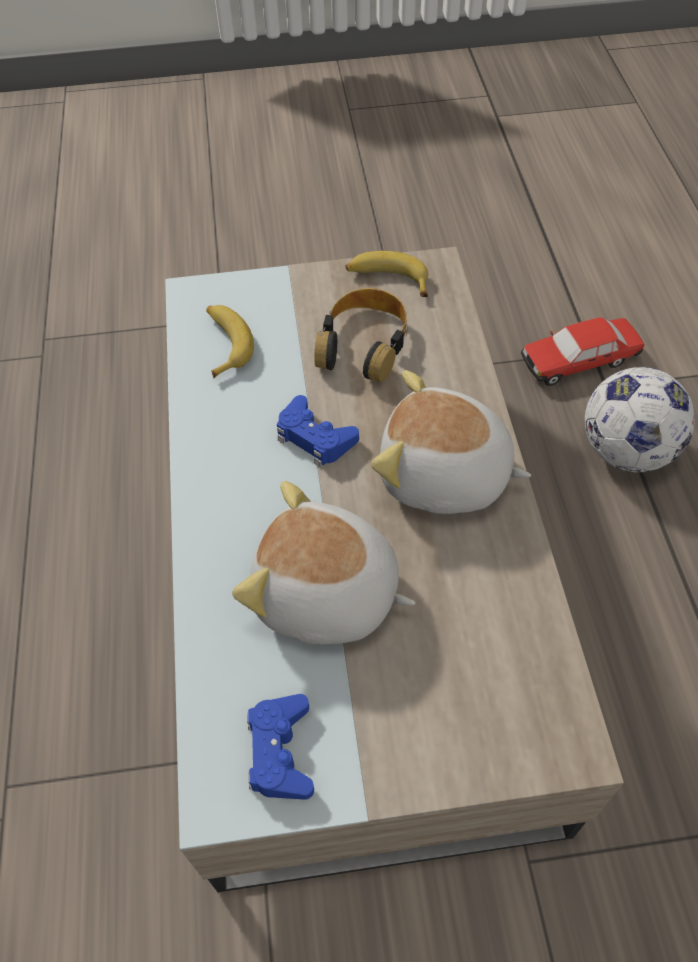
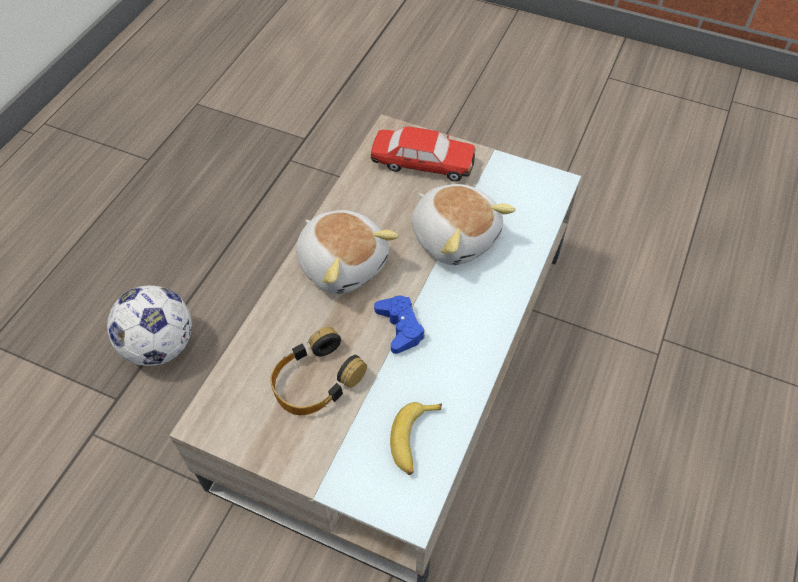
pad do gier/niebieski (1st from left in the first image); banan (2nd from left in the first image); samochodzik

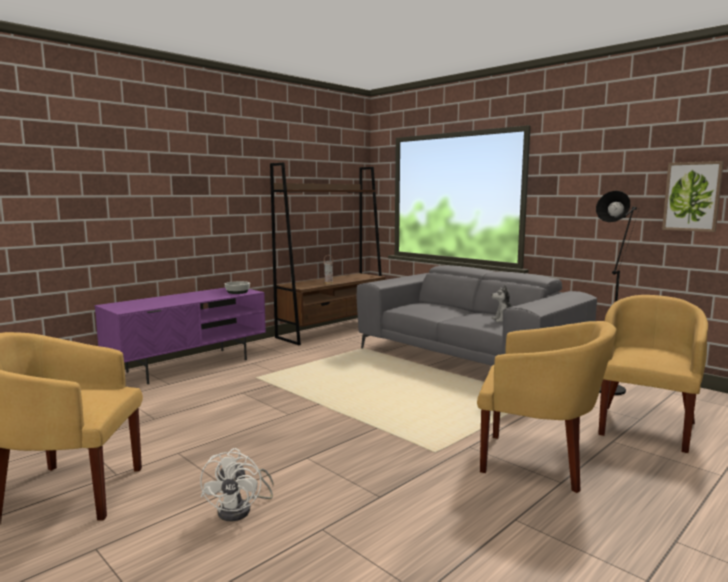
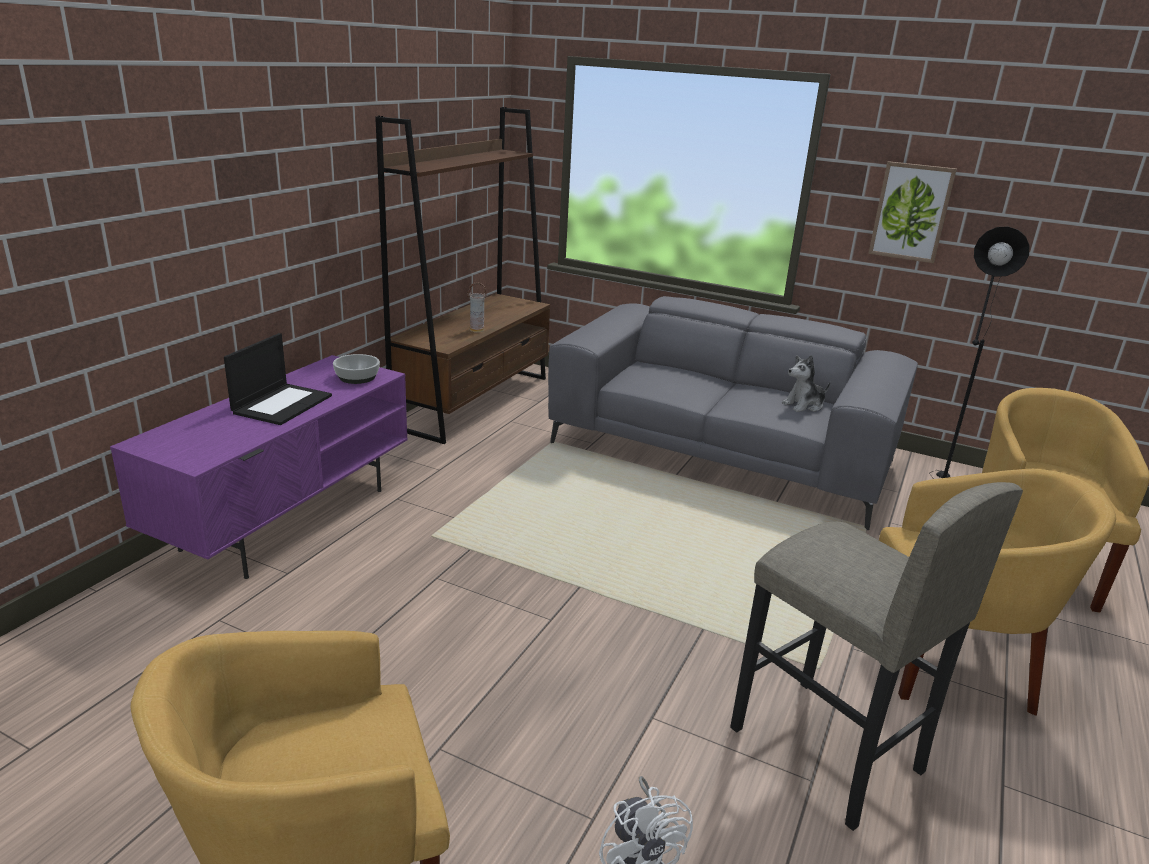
obraz; laptop; stołek/szary

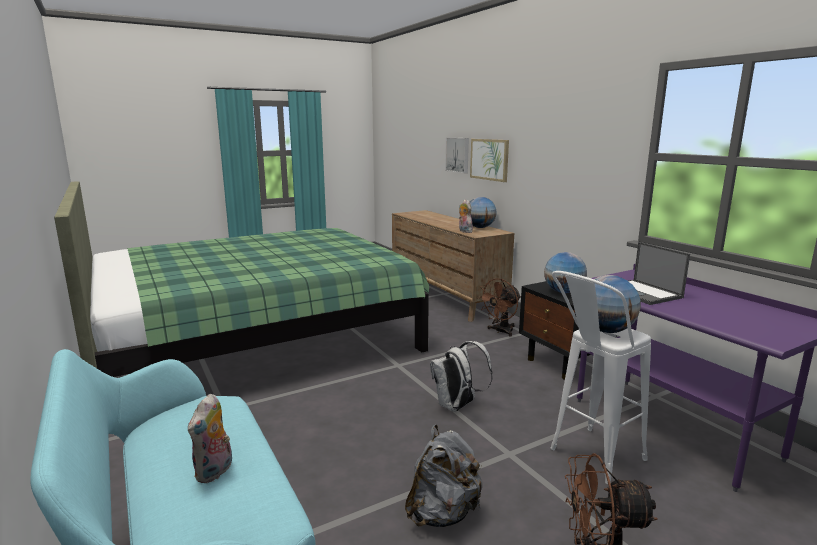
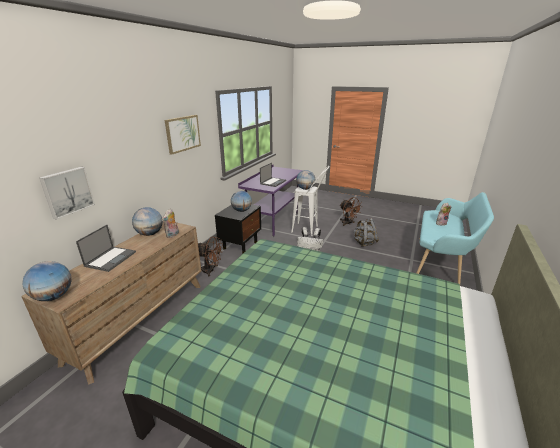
obraz (2nd from left); globus (1st from left); laptop (1st from left)

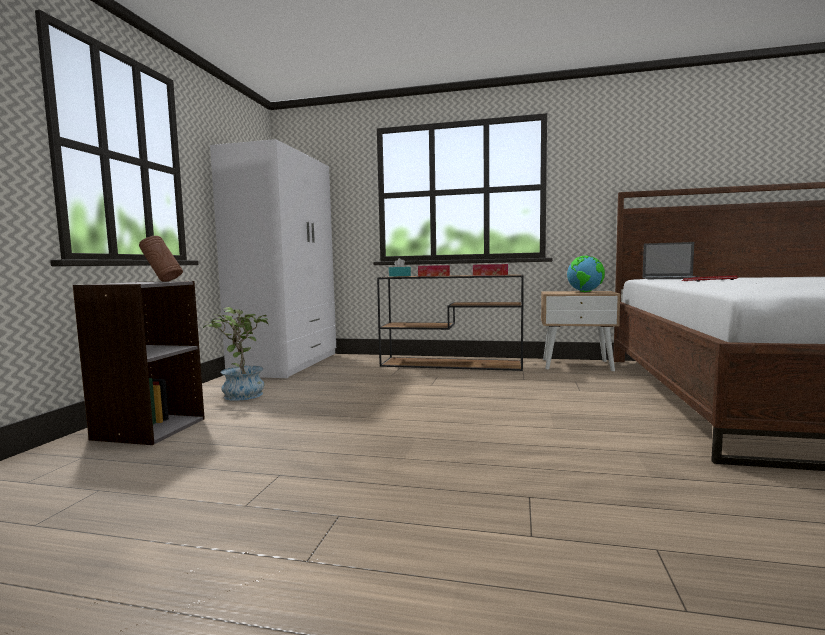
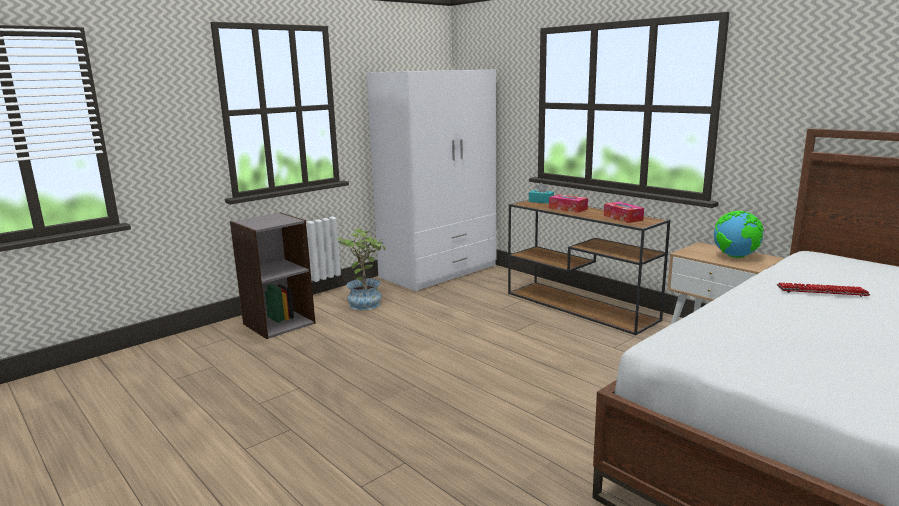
wazon/brązowy; laptop

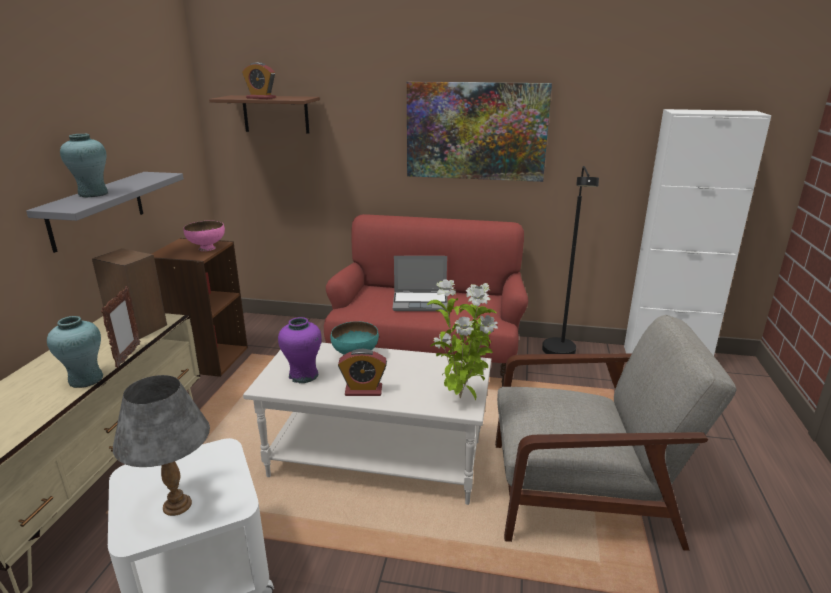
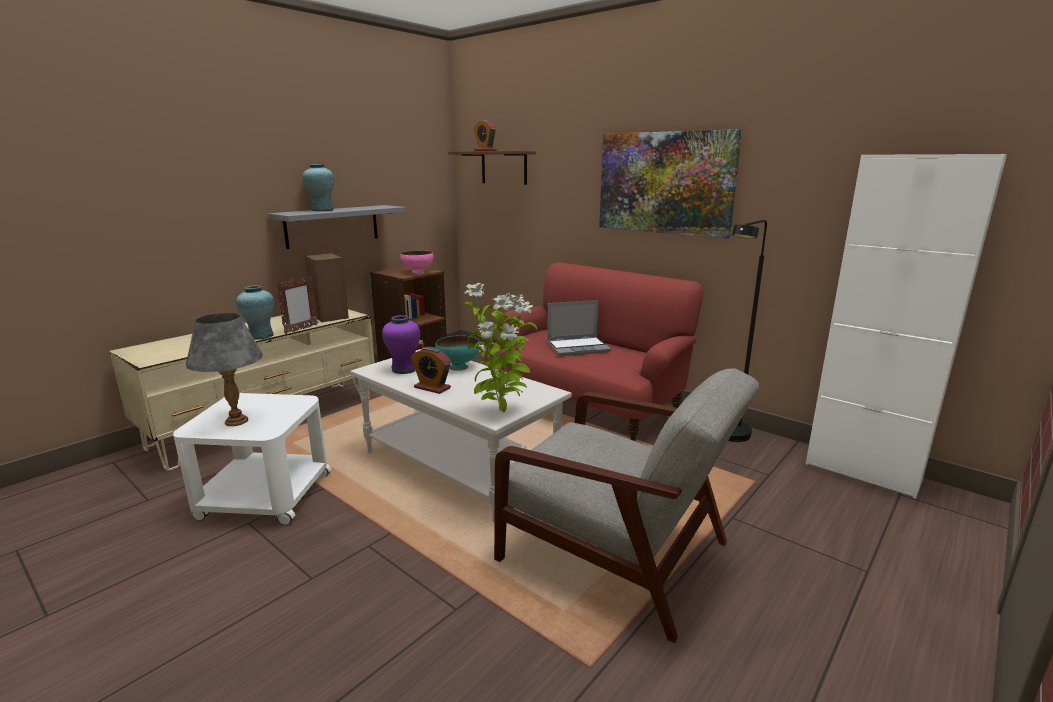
laptop

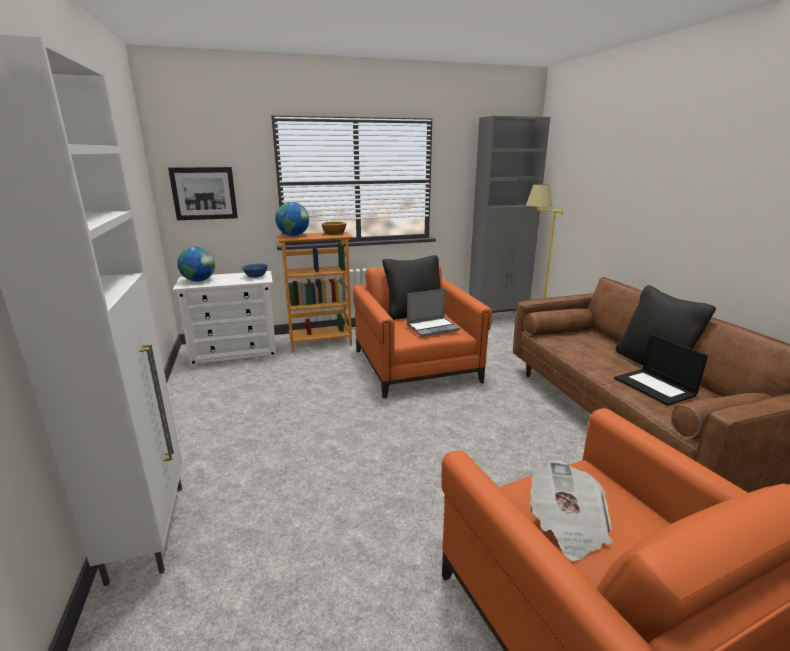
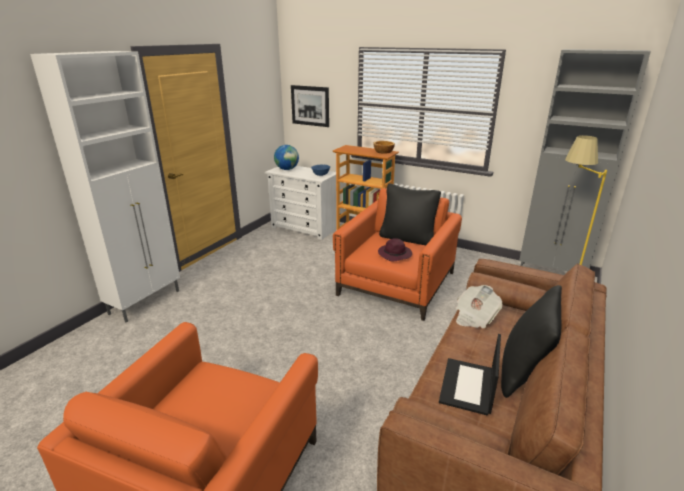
globus (2nd from left in the first image); kapelusz/fioletowy; gazeta

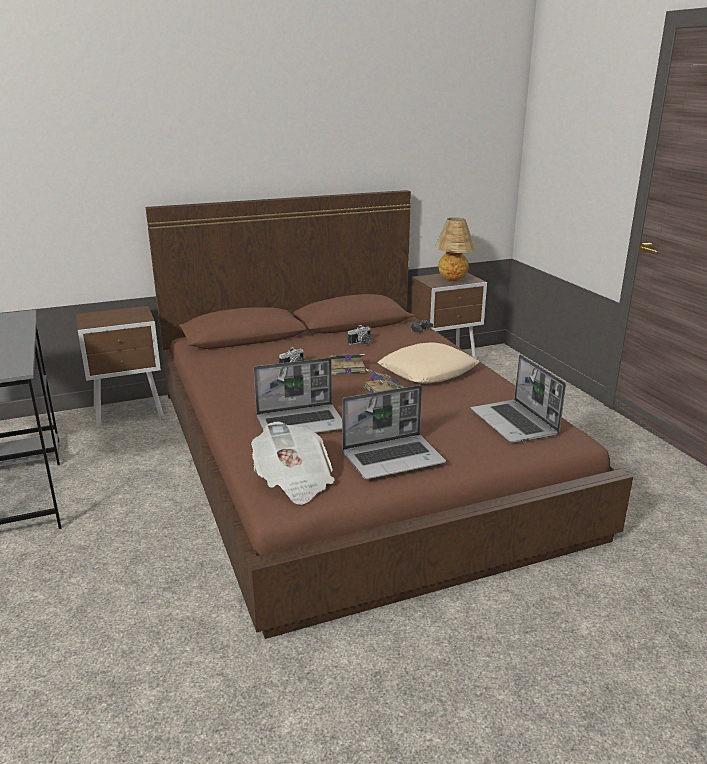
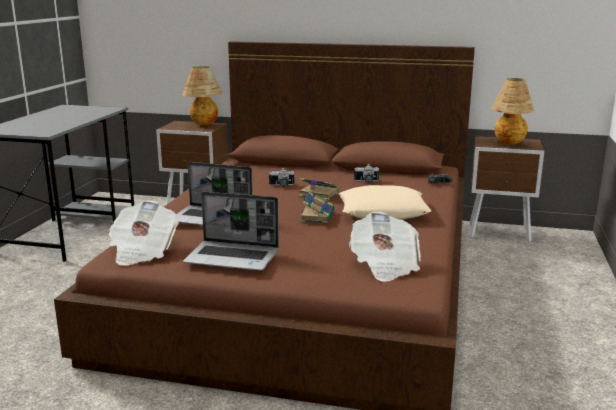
gazeta (2nd from left); lampa stołowa (1st from left)

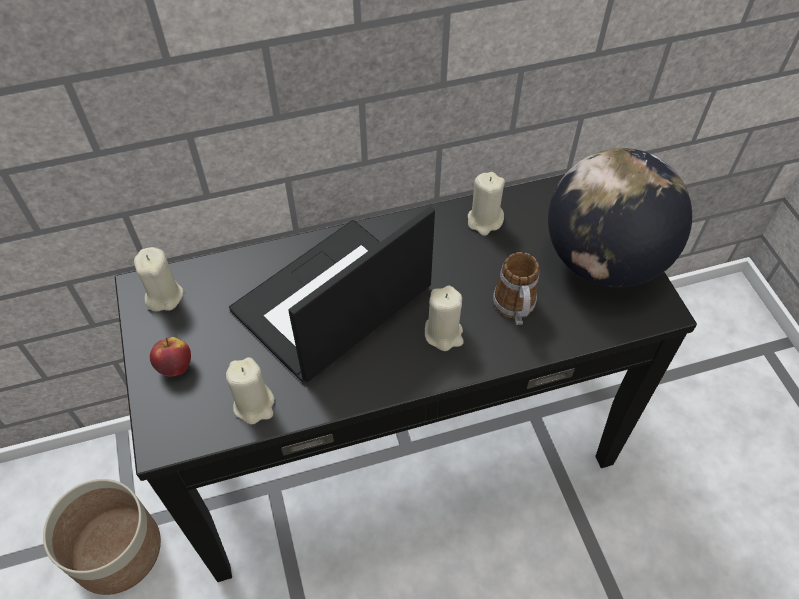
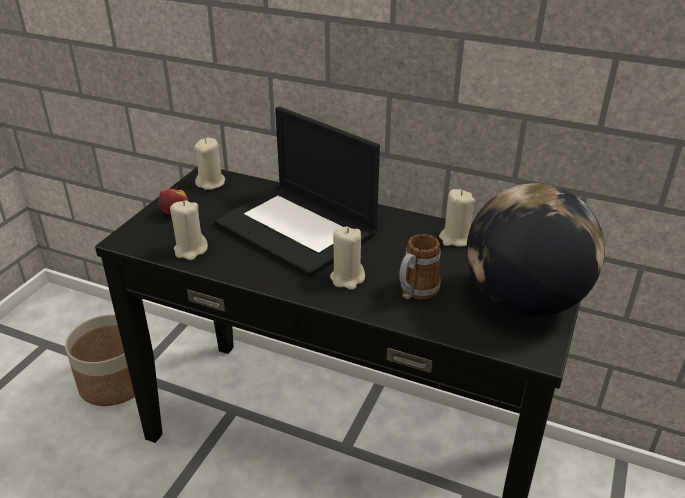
laptop

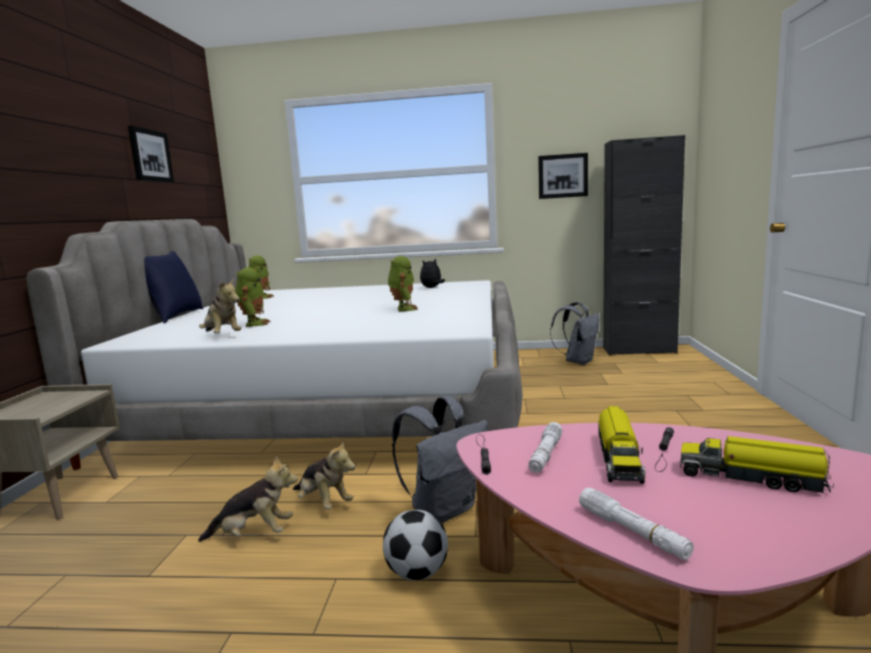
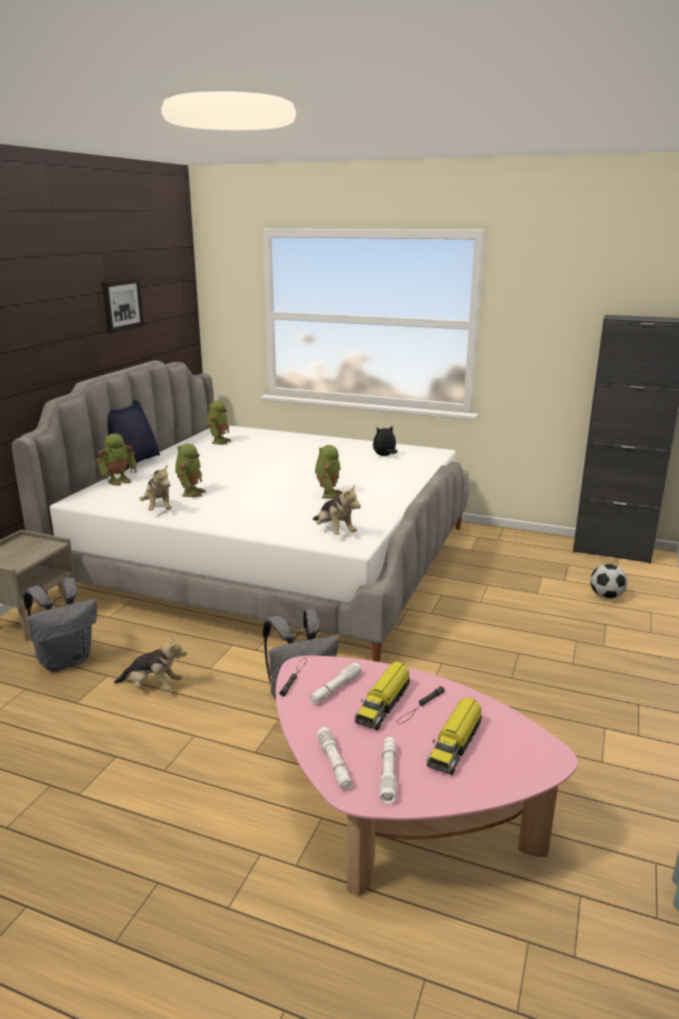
pluszak (3rd from left); piłka futbolowa; obraz (2nd from left in the first image); plecak/szary (1st from left); ciężarówka zabawkowa (2nd from left); robot zabawkowy (1st from left); latarka/biały (3rd from left)

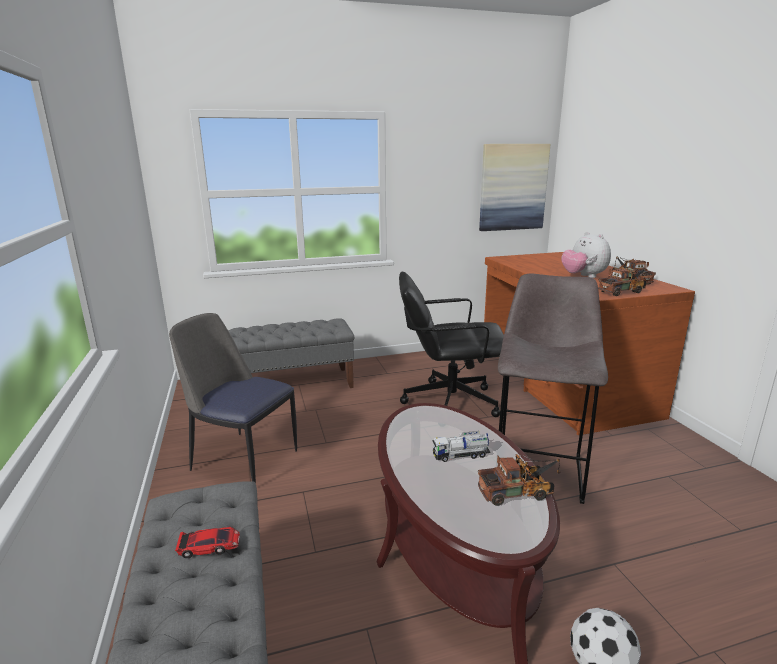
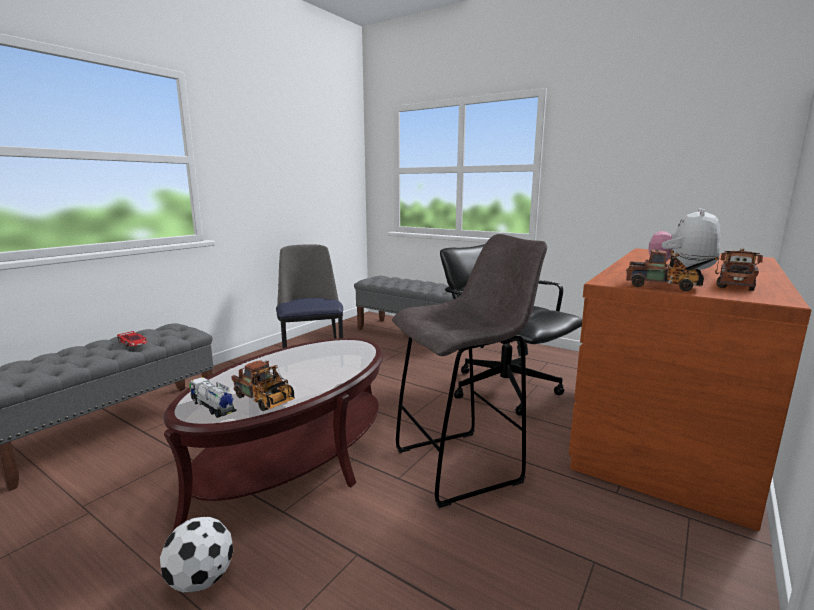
ciężarówka zabawkowa (1st from left); obraz

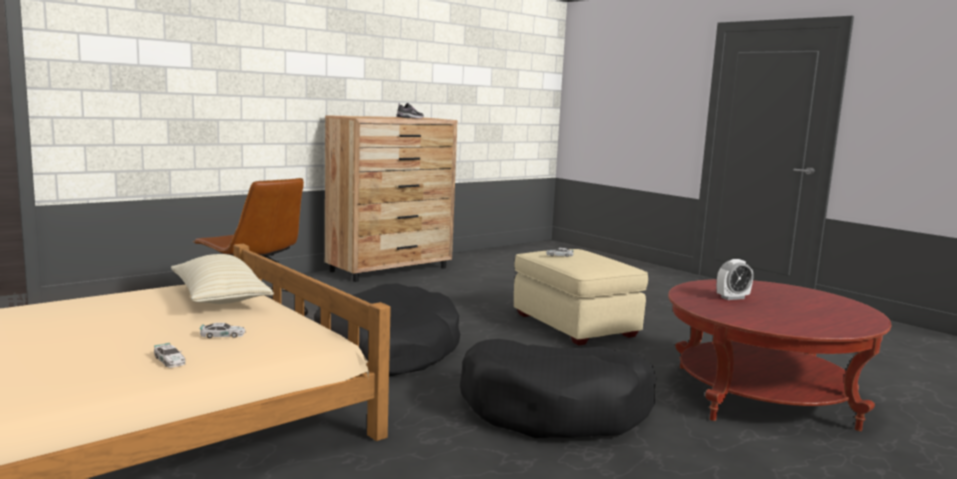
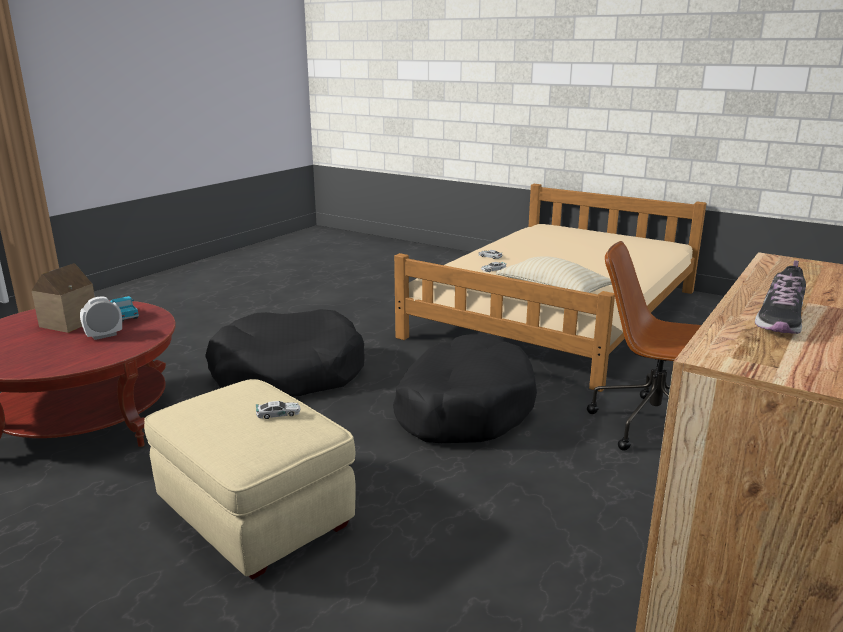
domek; ciężarówka zabawkowa

